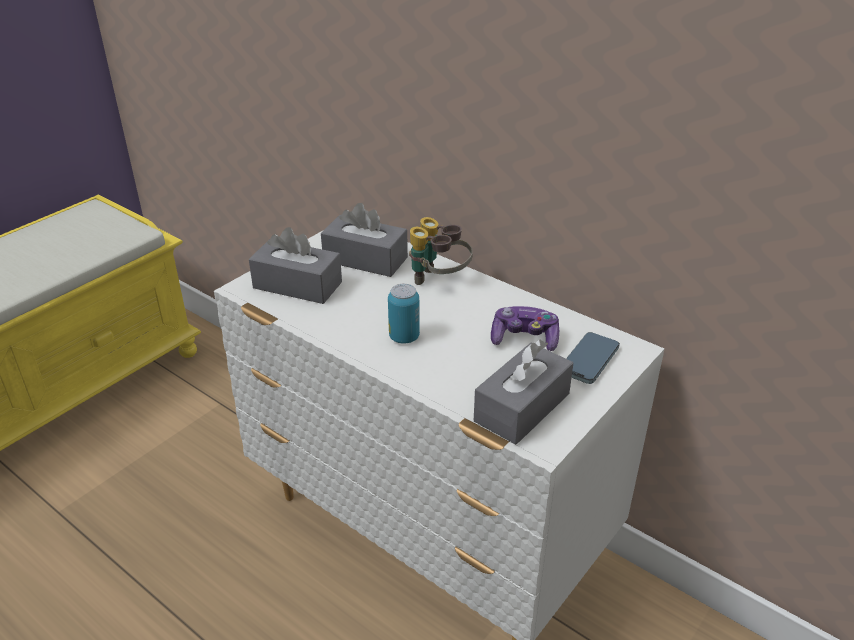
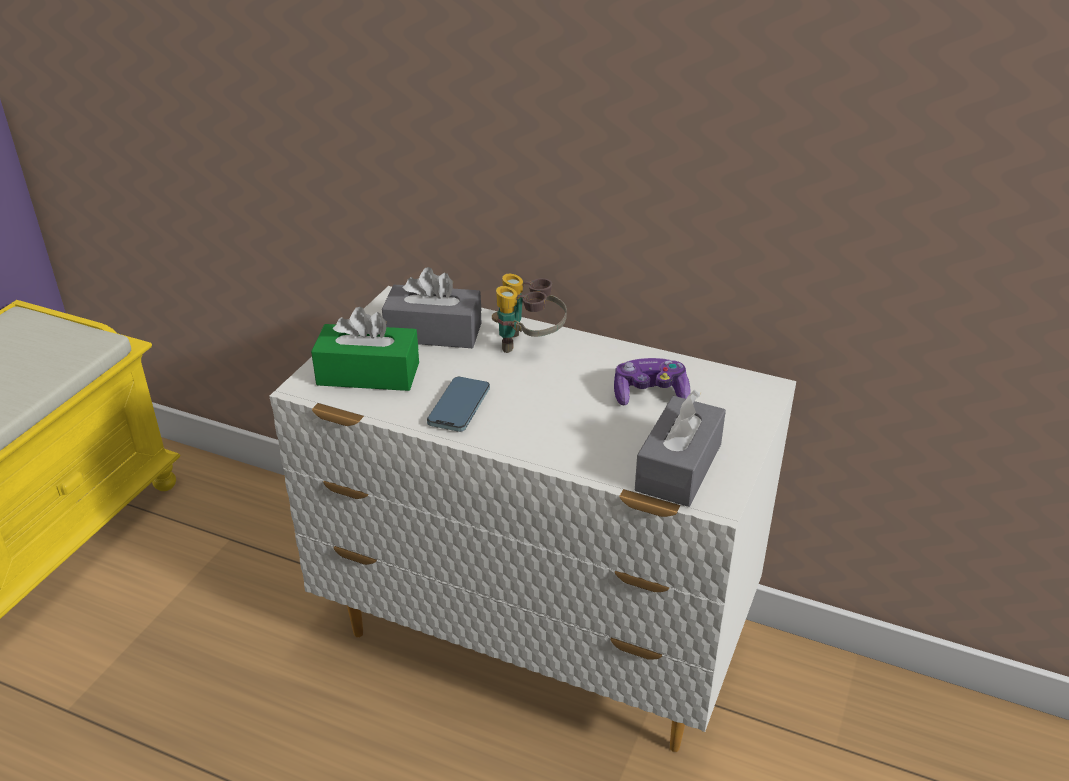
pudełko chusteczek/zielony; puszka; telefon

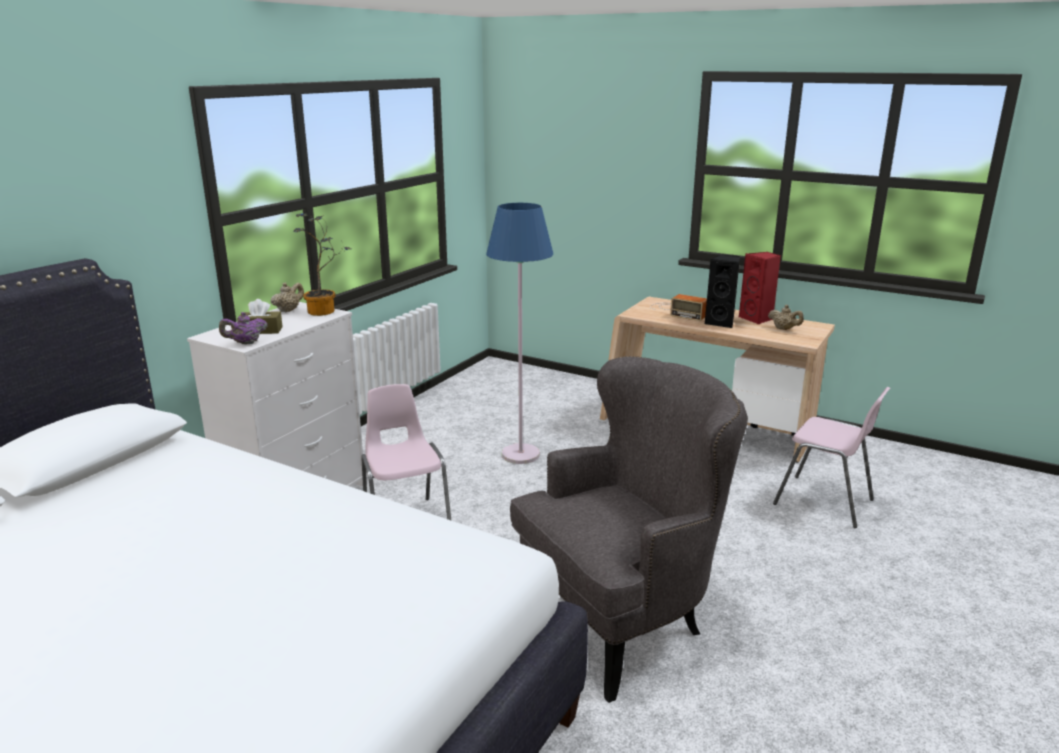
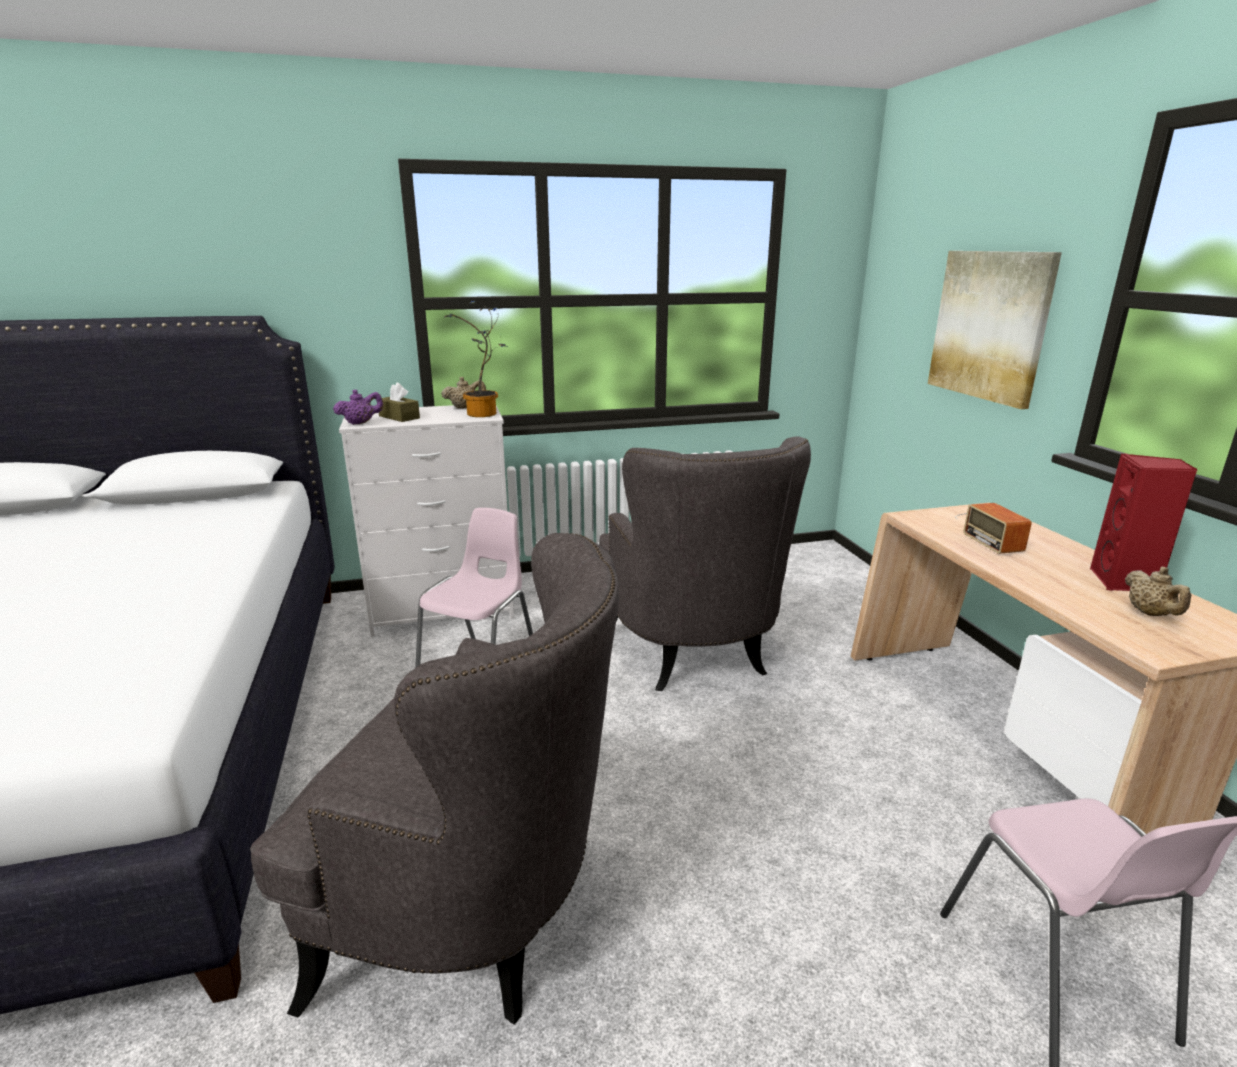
imbryk/fioletowy; fotel/szary (2nd from left); głośnik/czarny; obraz

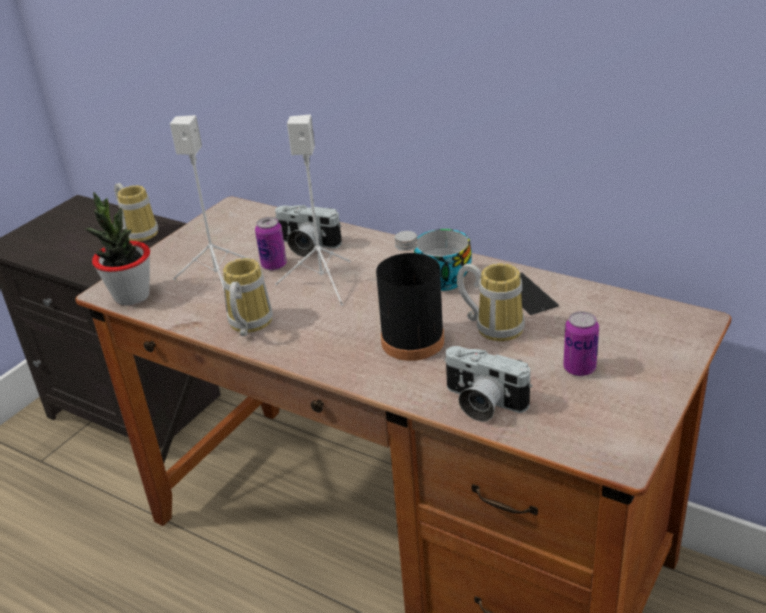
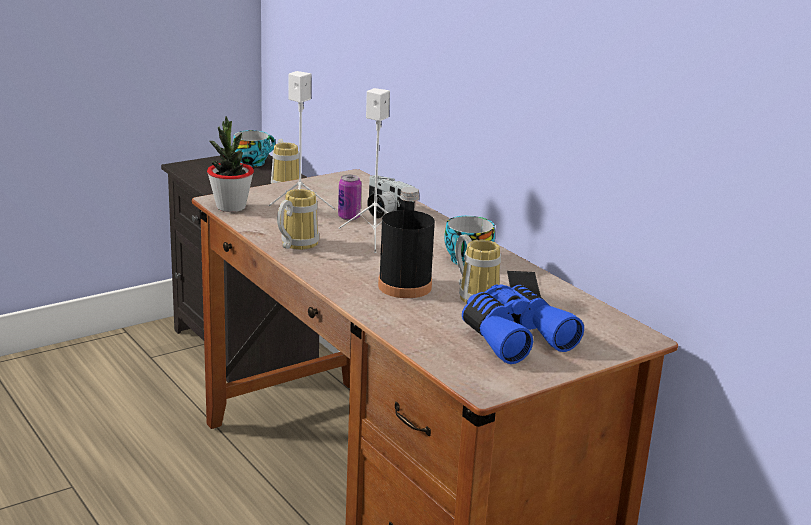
aparat fotograficzny (2nd from left in the first image); lornetka/niebieski; filiżanka (1st from left)

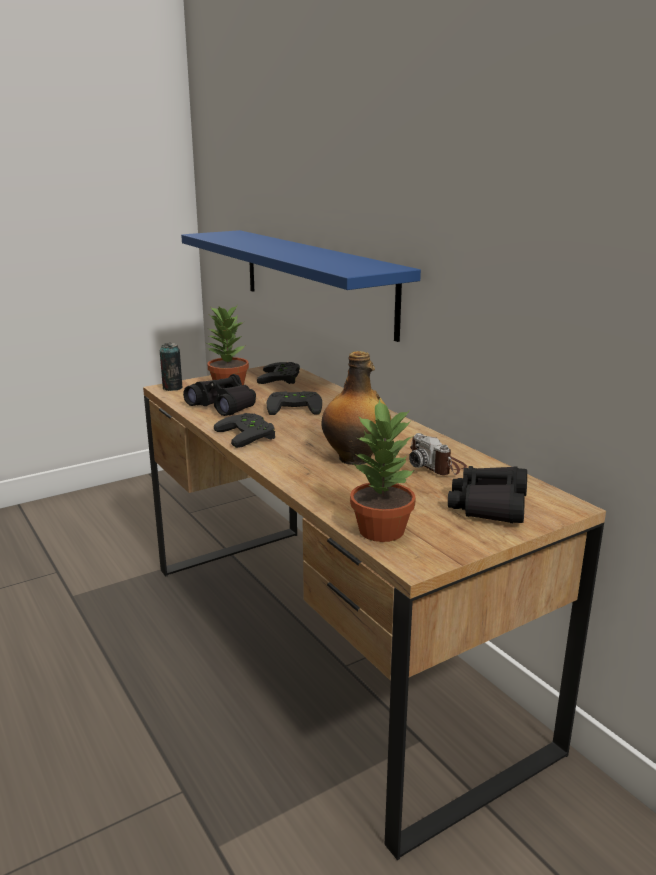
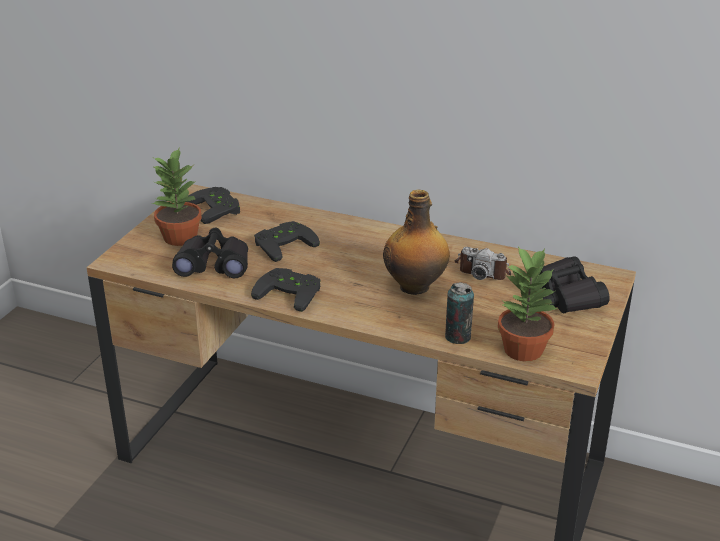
puszka; półka/niebieski

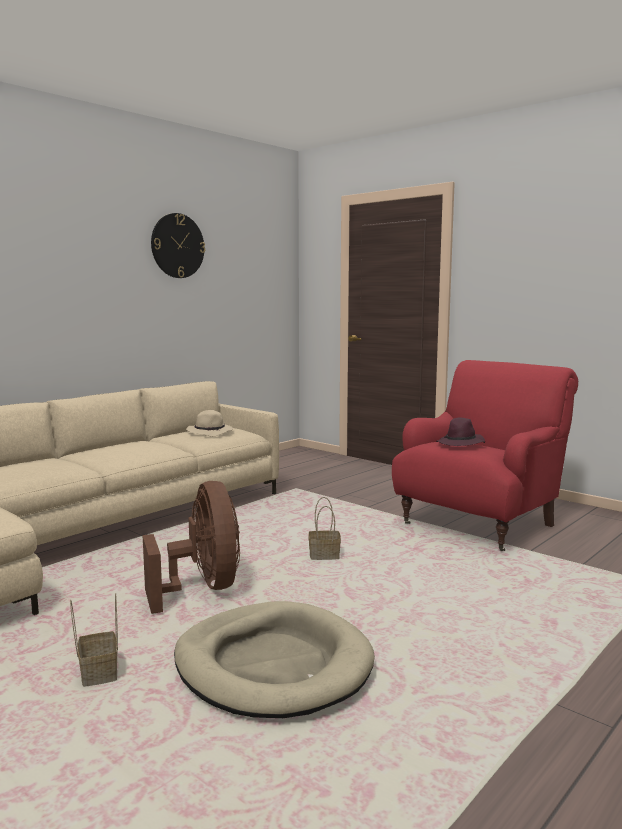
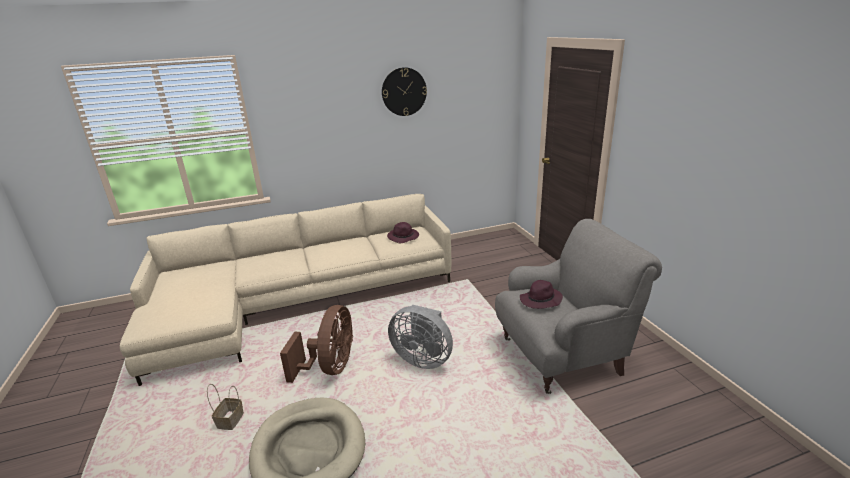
kapelusz/fioletowy (1st from left); wentylator/szary; fotel/szary

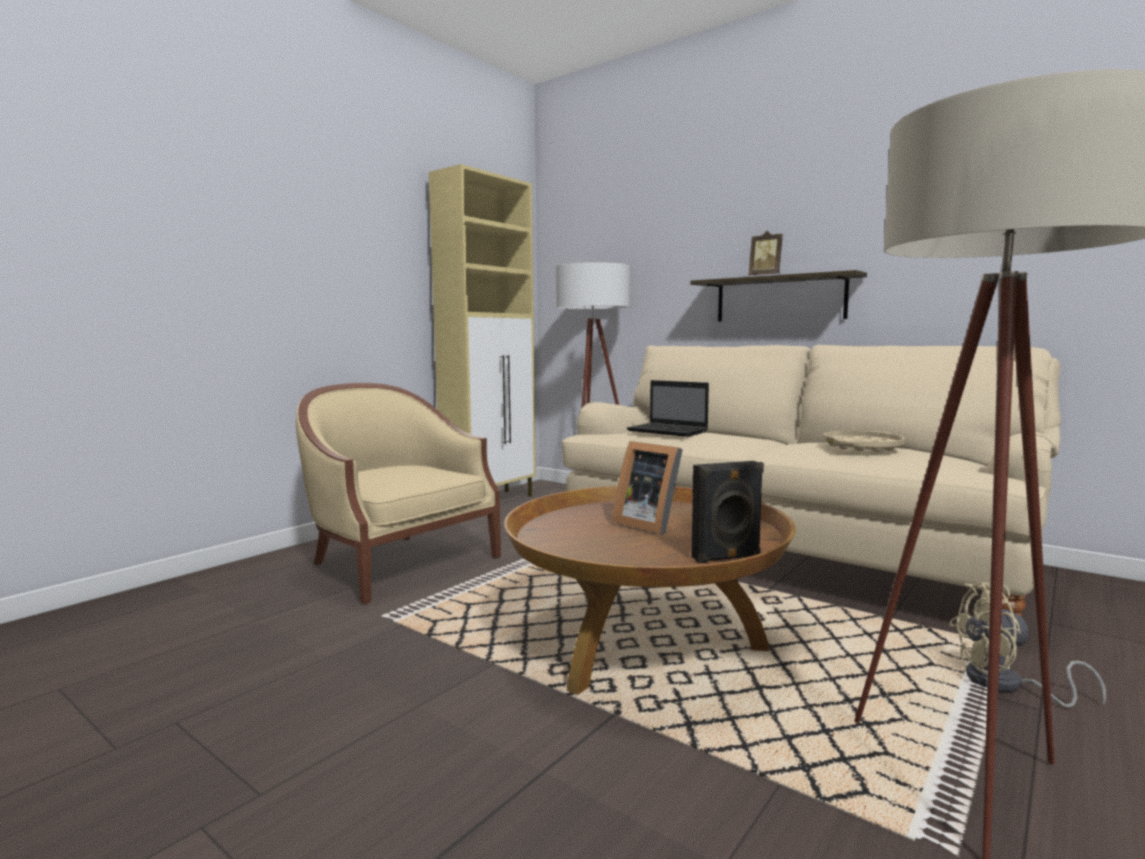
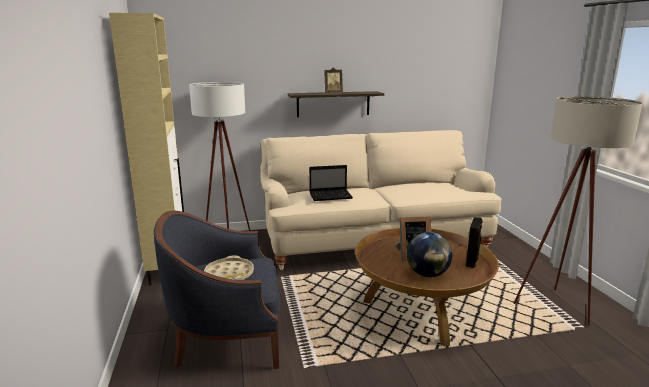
fotel/niebieski; taca/beżowy; wentylator/beżowy; globus

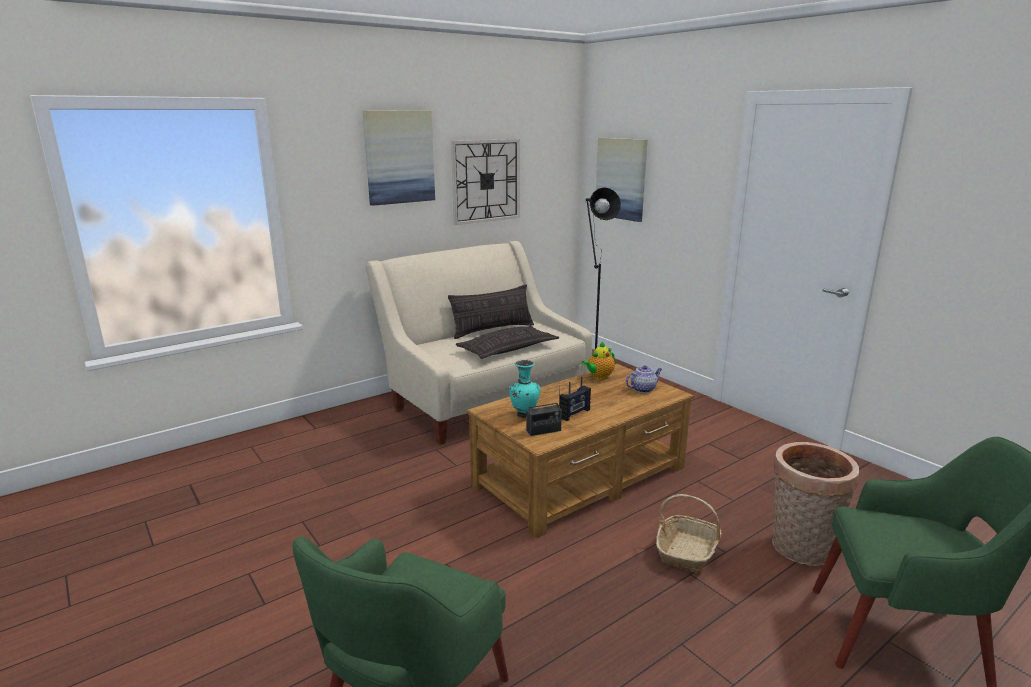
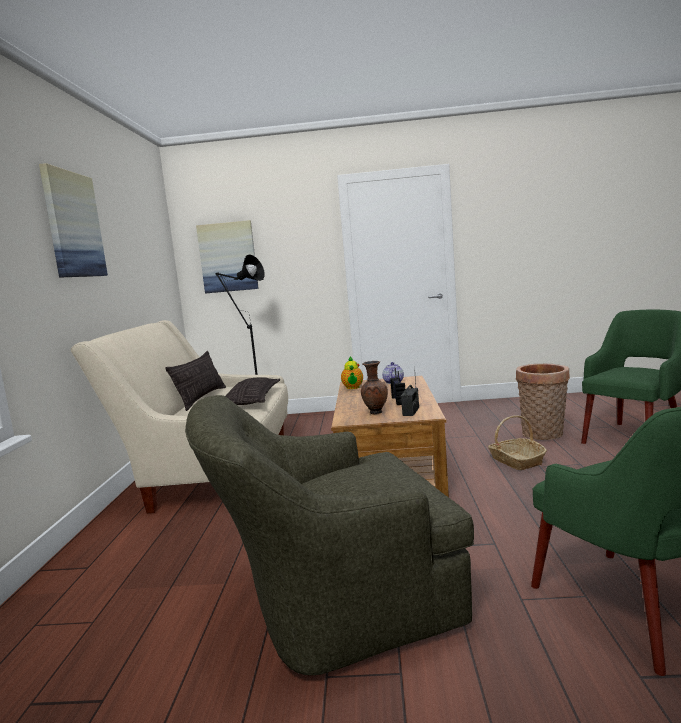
zegar ścienny; wazon/brązowy; fotel/zielony (1st from left)

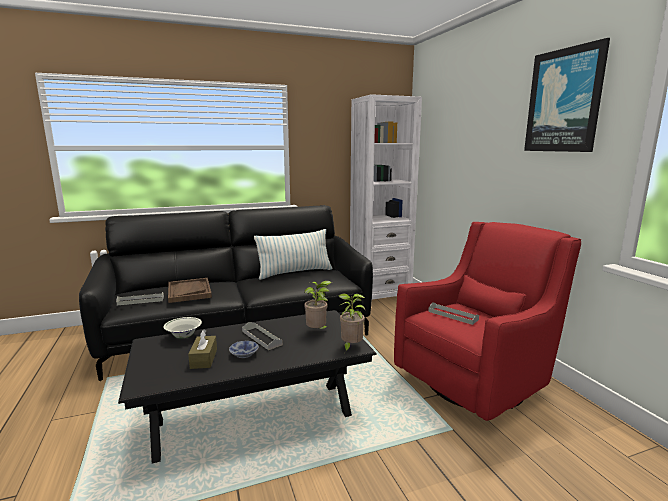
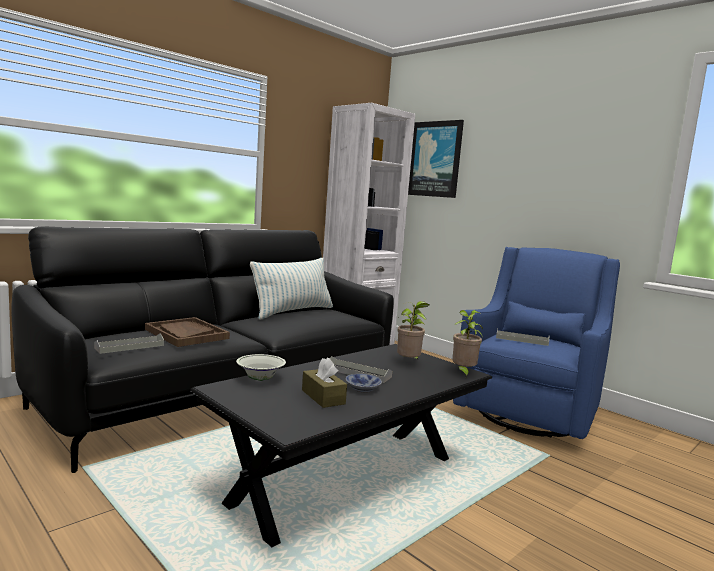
fotel/niebieski; obraz

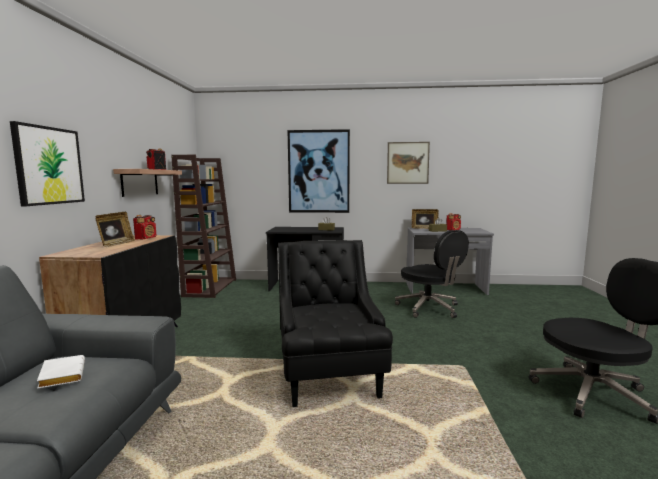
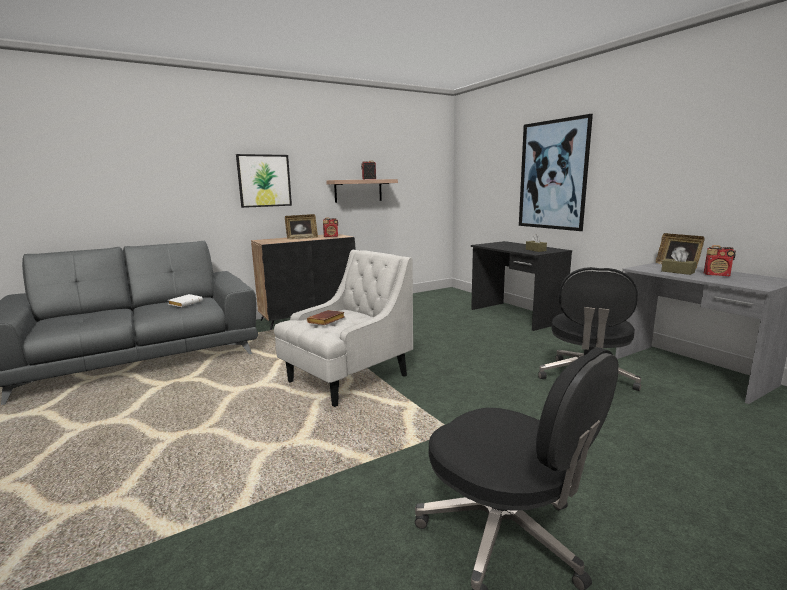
regał/brązowy; fotel/biały; obraz (3rd from left in the first image); książka/brązowy

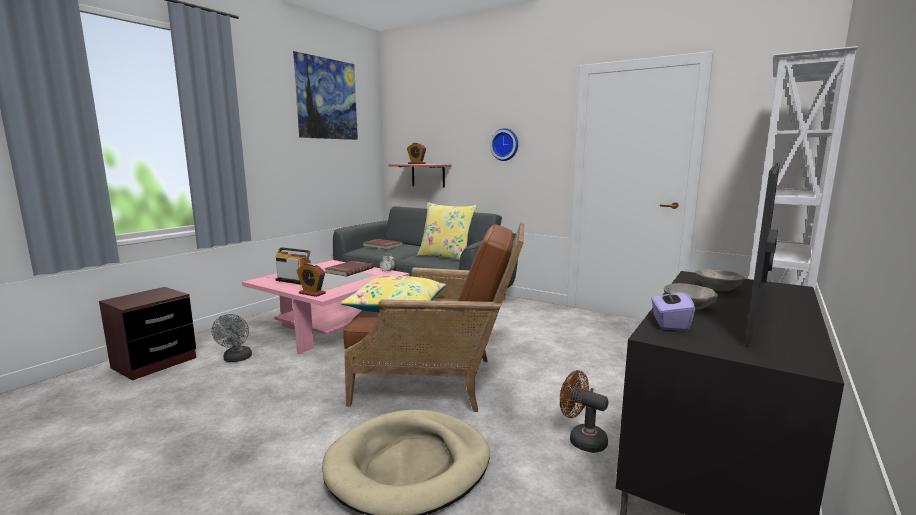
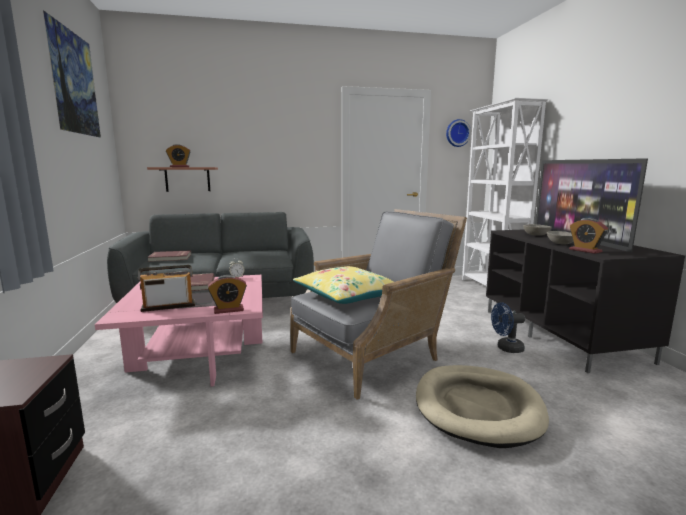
wentylator/szary; fotel/szary; poduszka/żółty (2nd from left in the first image); zegar ścienny; wentylator/niebieski; budzik (4th from left)

